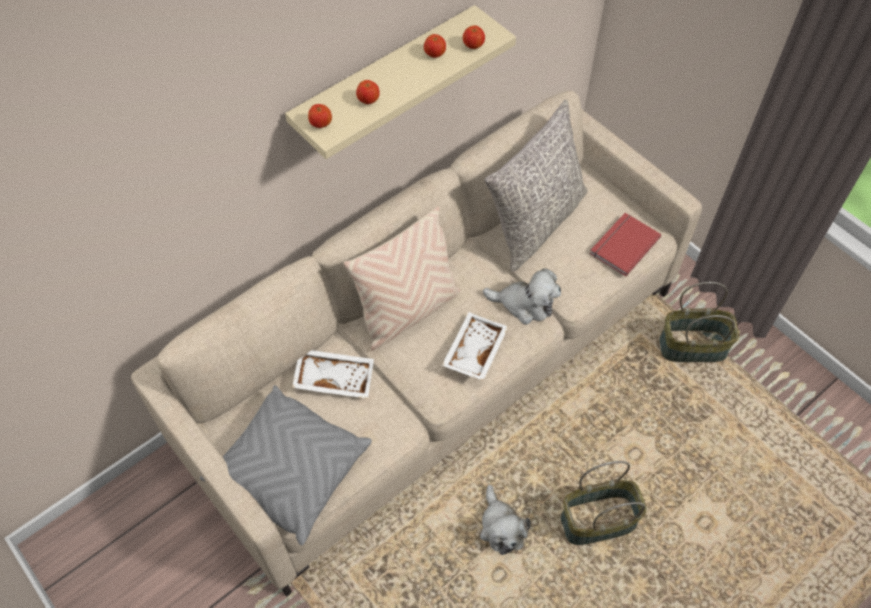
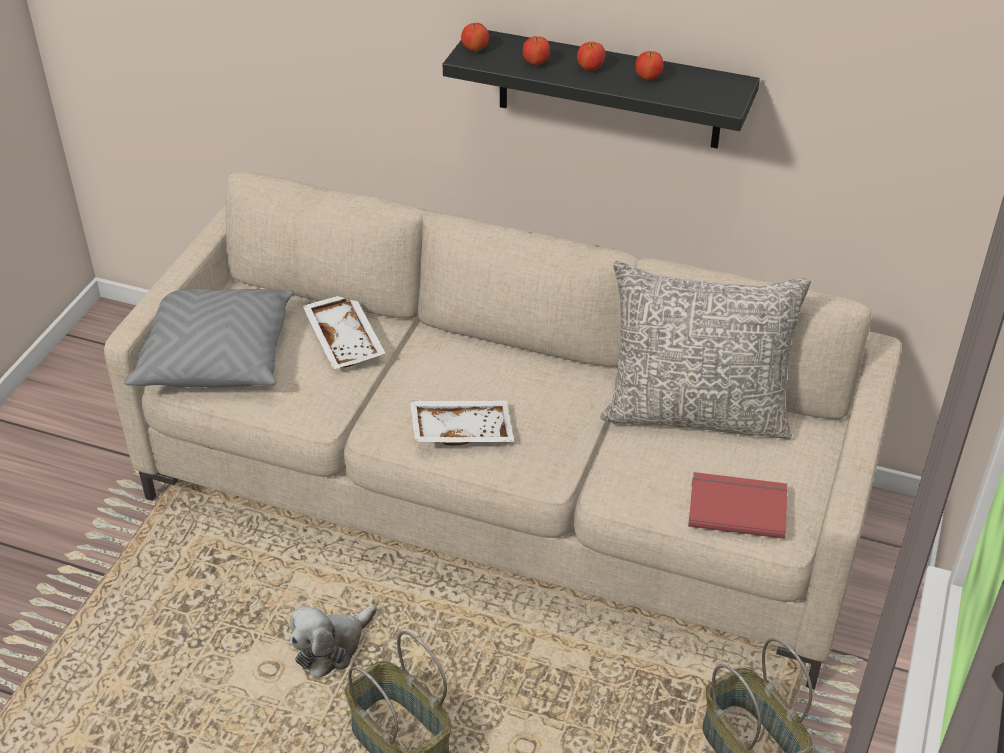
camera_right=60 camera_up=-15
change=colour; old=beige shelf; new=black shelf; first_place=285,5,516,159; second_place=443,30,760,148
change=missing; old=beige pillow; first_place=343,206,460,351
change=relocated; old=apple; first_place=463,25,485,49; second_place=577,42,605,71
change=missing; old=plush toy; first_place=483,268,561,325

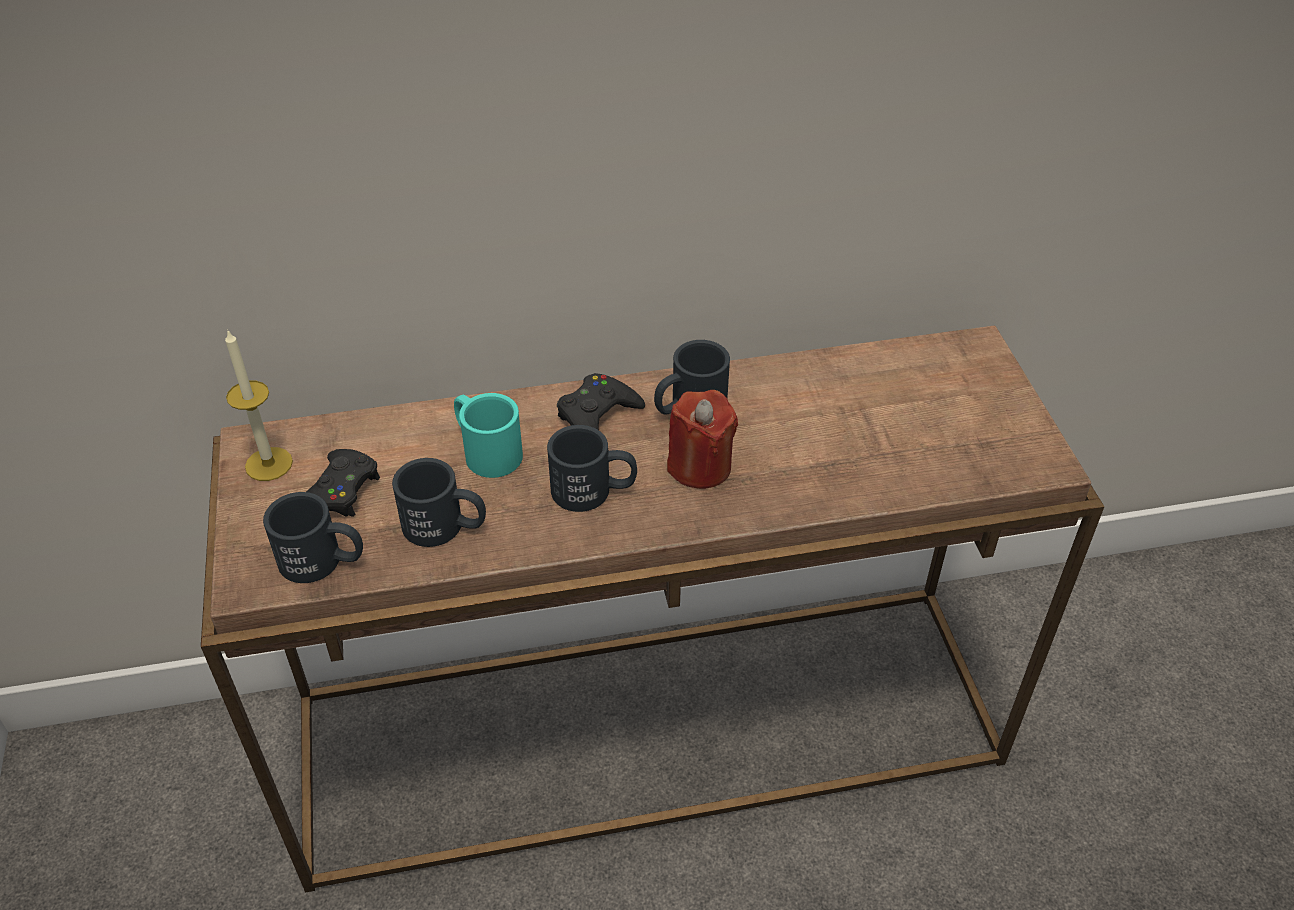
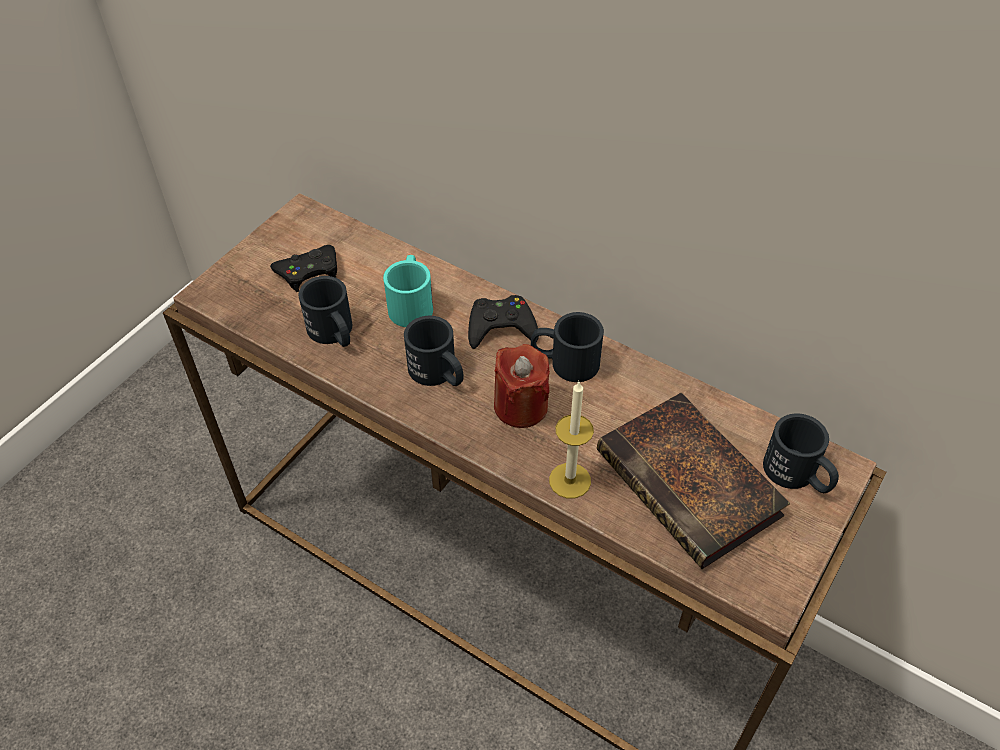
camera_right=45 camera_up=5
change=relocated; old=candle; first_place=225,329,293,481; second_place=549,382,594,498
change=relocated; old=black mug; first_place=263,492,363,583; second_place=763,414,839,493
change=appeared; new=book; second_place=597,392,790,569

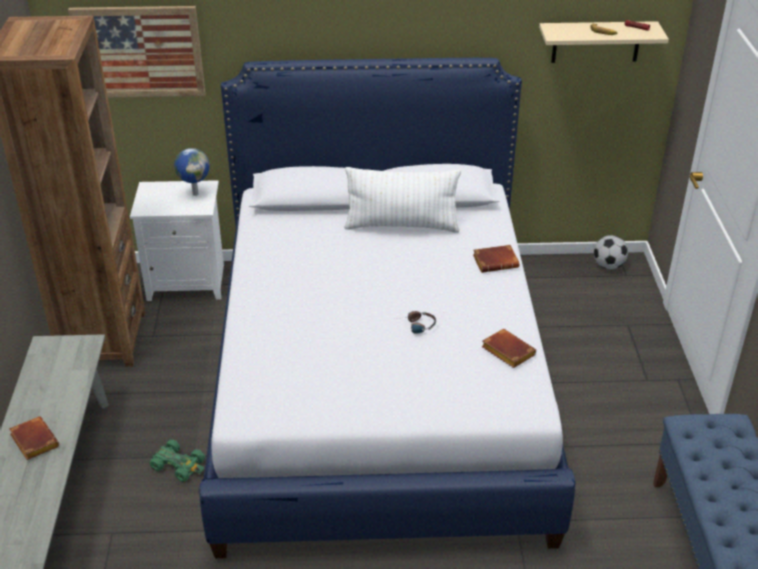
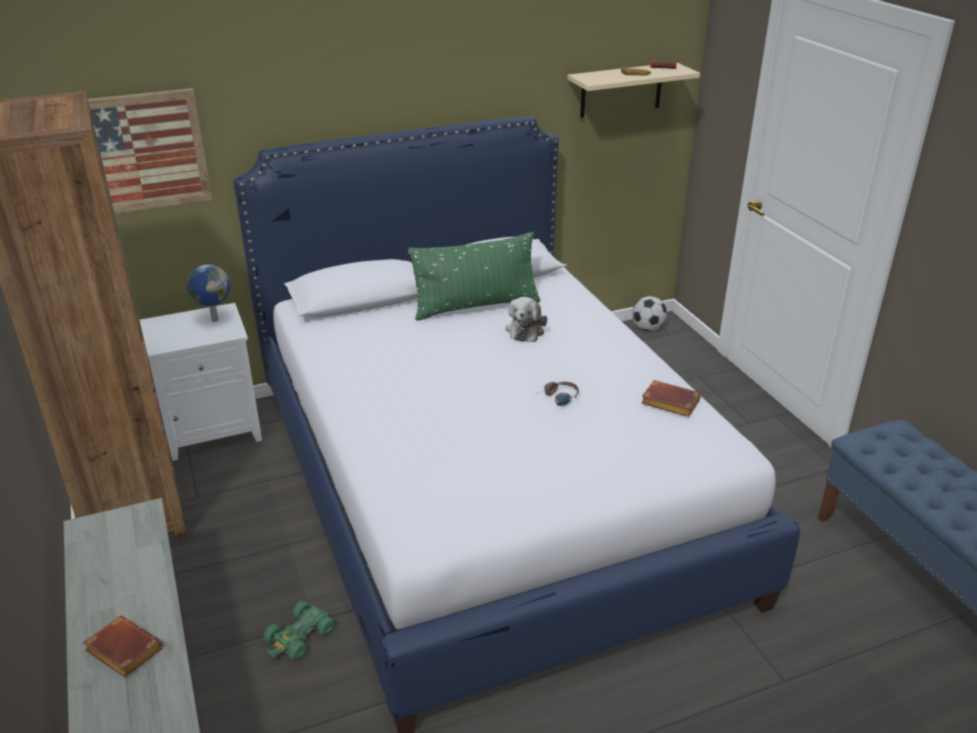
camera_right=-20 camera_up=-5
change=spun; old=green toy car; first_place=149,440,205,482; second_place=264,601,335,660; degrees=120
change=colour; old=white pillow; new=green pillow; first_place=344,167,461,233; second_place=408,232,540,321
change=missing; old=brown book; first_place=473,245,519,273
change=appeared; new=plush toy; second_place=506,297,547,342

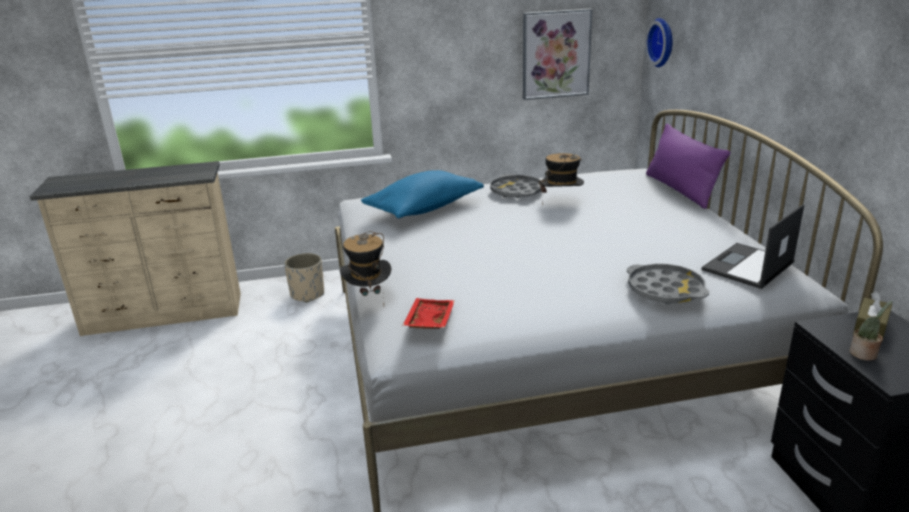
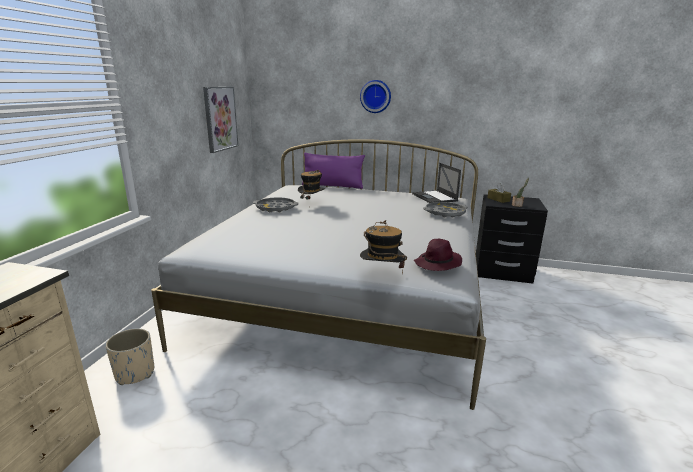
camera_right=-65 camera_up=-5
change=missing; old=blue pillow; first_place=361,170,484,218
change=exchanged; old=red tray; new=purple hat; first_place=403,298,455,329; second_place=414,239,462,271
change=relocated; old=wall clock; first_place=645,18,672,67; second_place=360,80,391,113

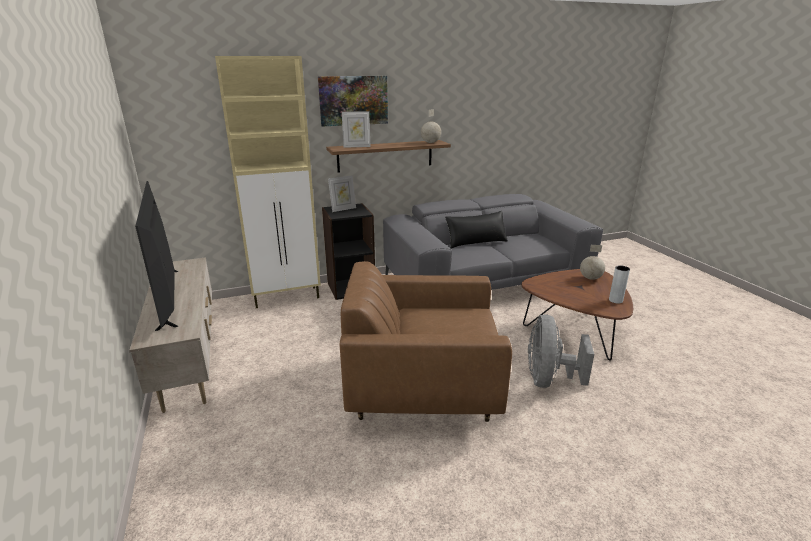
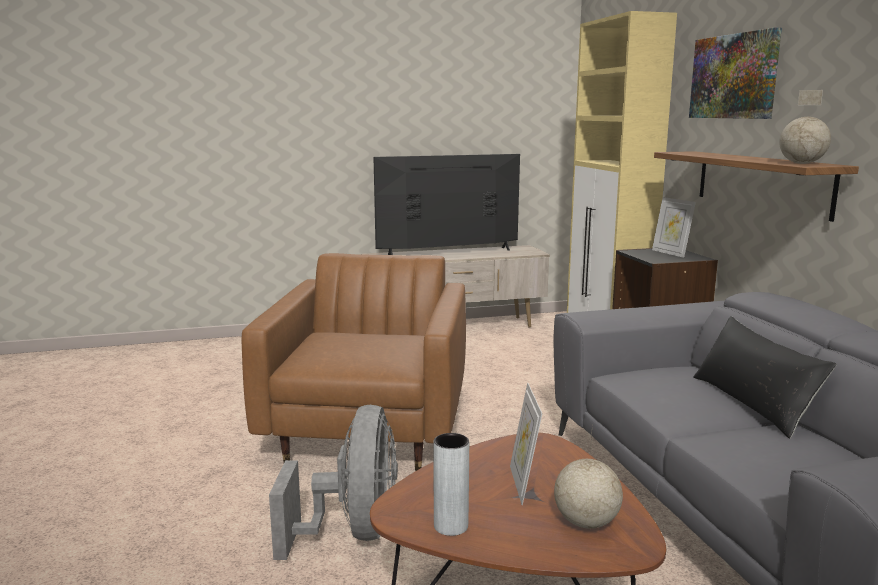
camera_right=95 camera_up=-10
change=relocated; old=picture frame; first_place=342,111,371,148; second_place=510,383,542,505
change=spun; old=grey fan; first_place=528,315,594,388; second_place=269,405,398,560; degrees=75

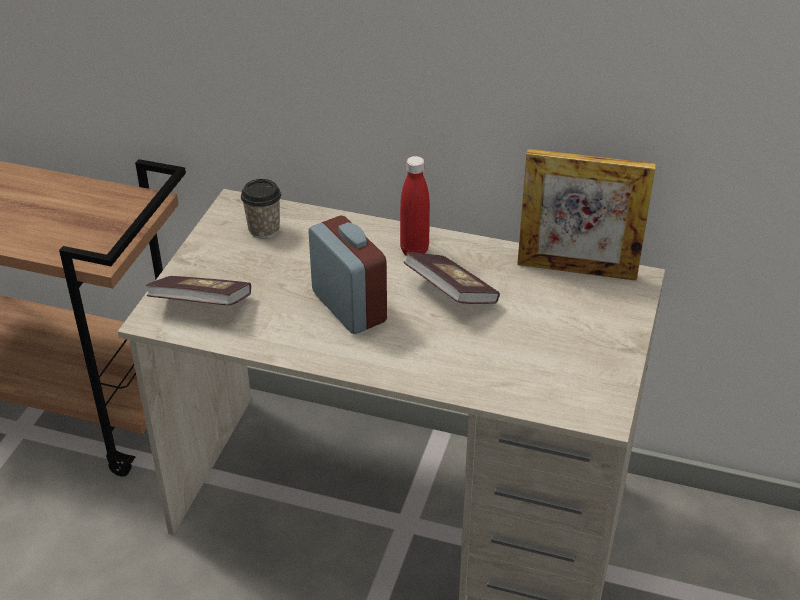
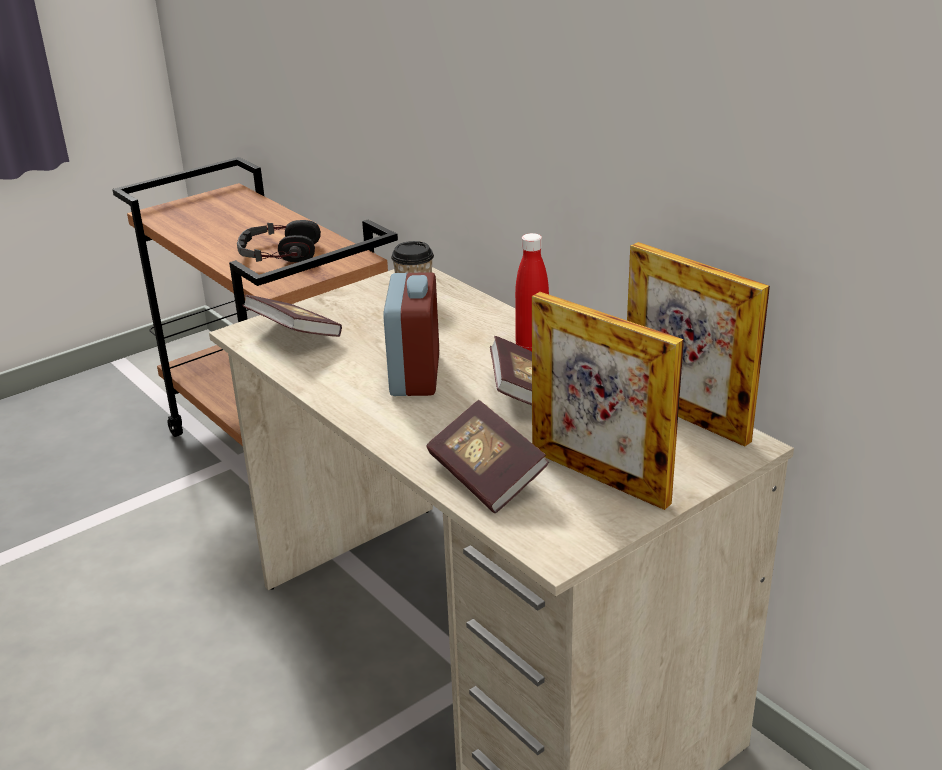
camera_right=35 camera_up=-10
change=appeared; new=headphones; second_place=237,220,321,262
change=appeared; new=book; second_place=427,400,549,513
change=appeared; new=picture frame; second_place=532,292,684,510

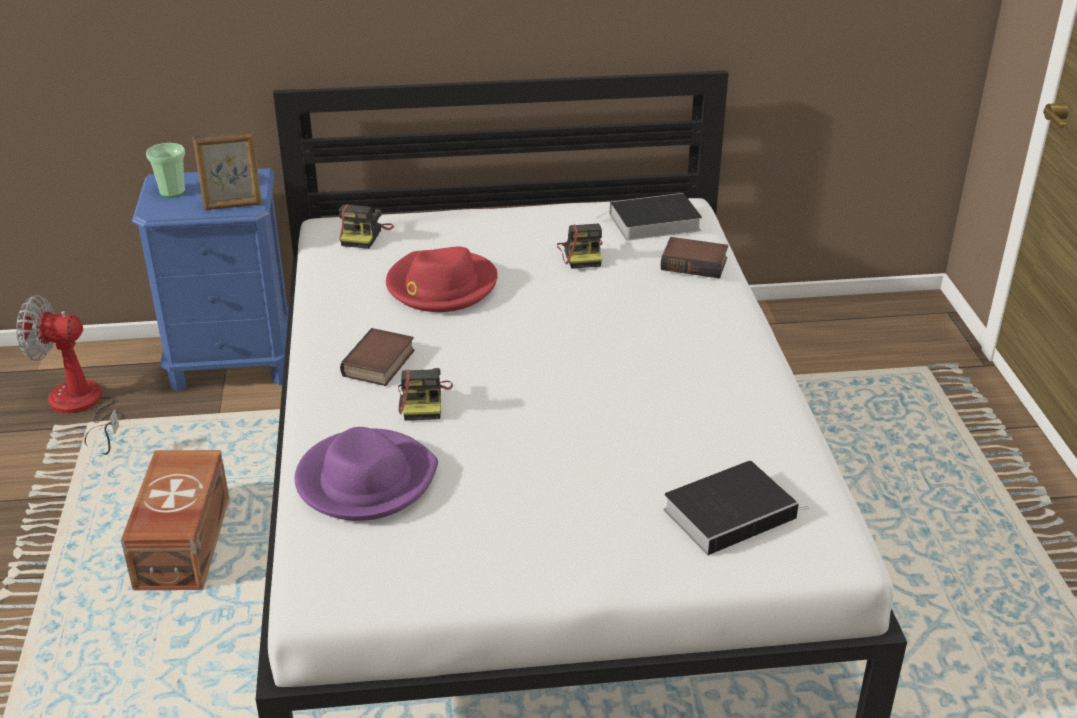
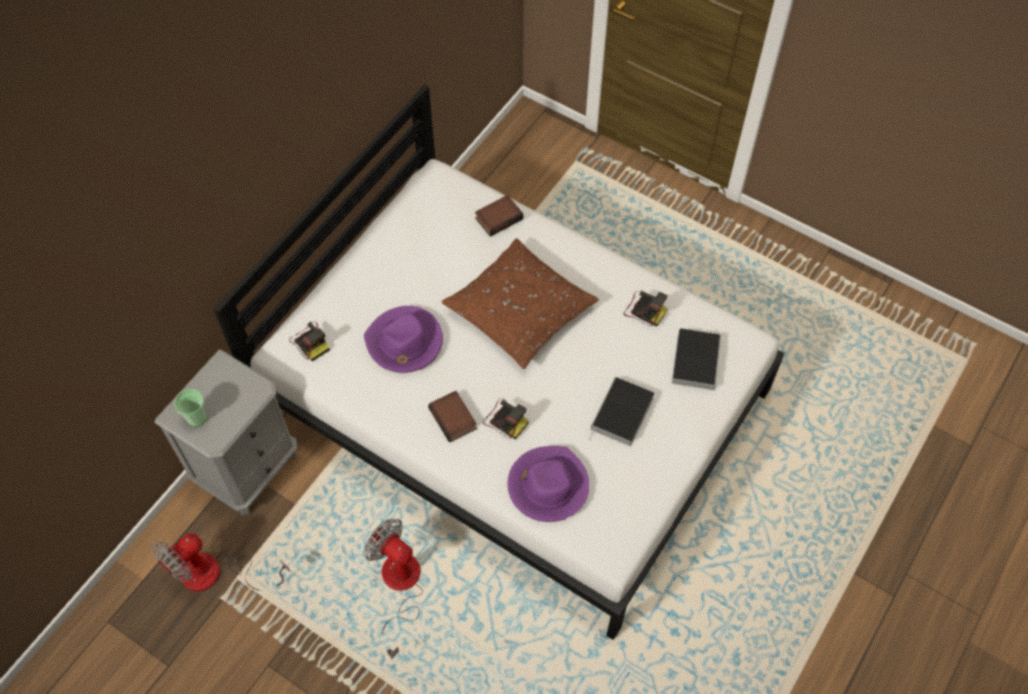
camera_right=-50 camera_up=25
change=exchanged; old=brown storage box; new=fan; first_place=121,450,229,590; second_place=364,518,423,659
change=colour; old=blue nightstand; new=grey nightstand; first_place=132,168,289,392; second_place=155,349,297,515
change=missing; old=picture frame; first_place=193,131,262,210
change=colour; old=red hat; new=purple hat; first_place=386,247,498,312; second_place=364,306,443,373
change=relocated; old=photo camera; first_place=557,224,603,269; second_place=624,291,668,327
change=relocated; old=book; first_place=596,193,702,241; second_place=589,377,654,446
change=appeared; new=brown pillow; second_place=442,238,599,369

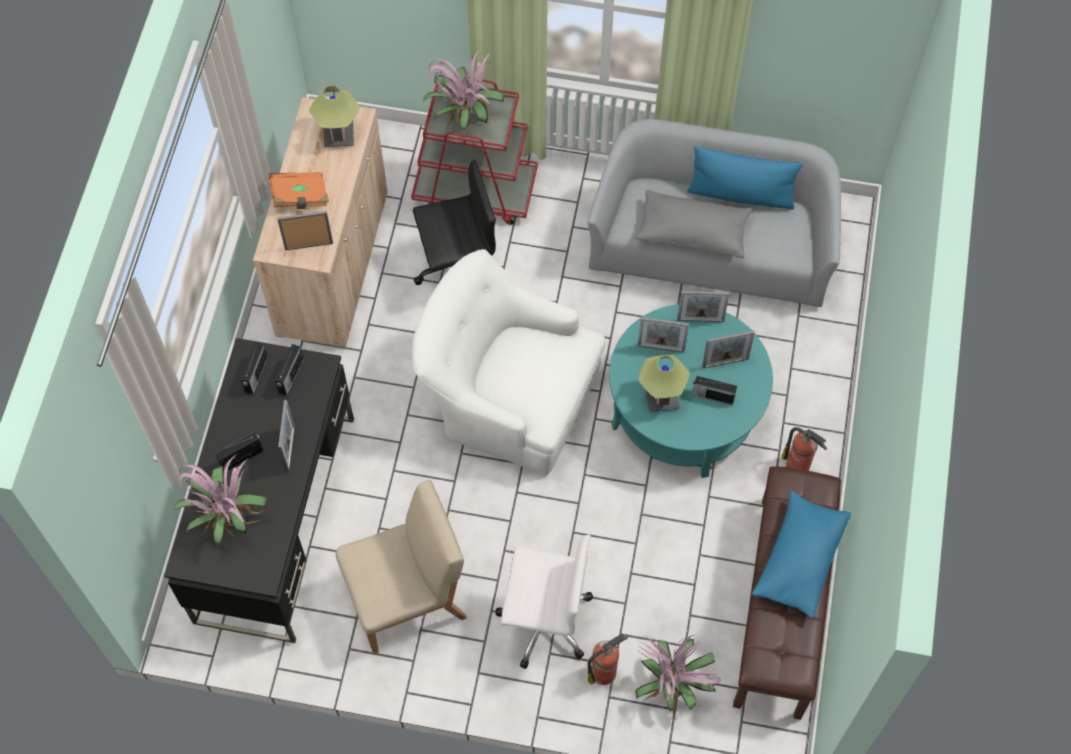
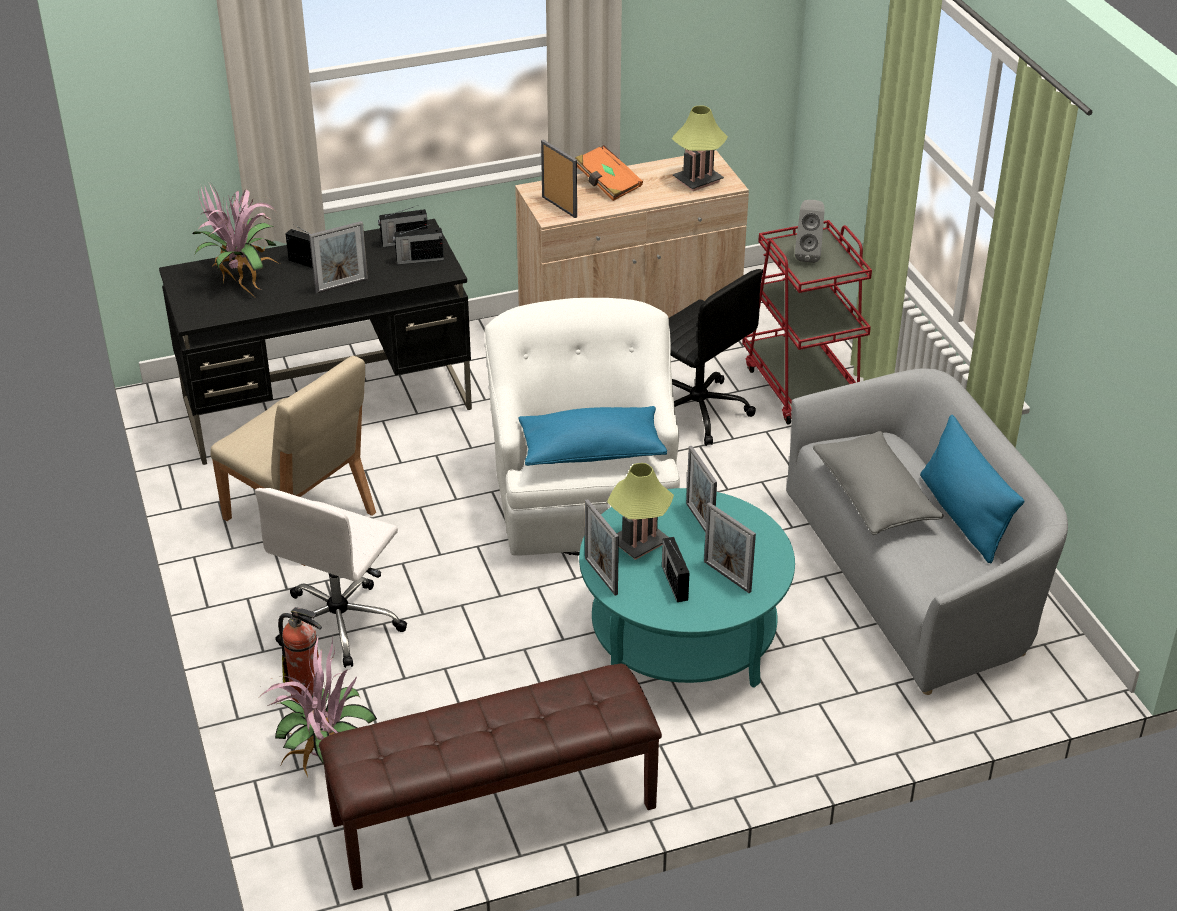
camera_right=60 camera_up=-25
change=exchanged; old=potted plant; new=grey speaker; first_place=423,48,505,131; second_place=795,200,825,263
change=spun; old=white office chair; first_place=495,534,593,669; second_place=255,488,407,668; degrees=45
change=relocated; old=picture frame; first_place=677,291,729,322; second_place=585,499,619,596
change=relocated; old=blue pillow; first_place=752,491,851,619; second_place=518,406,667,466
change=missing; old=fire extinguisher; first_place=781,427,827,471

